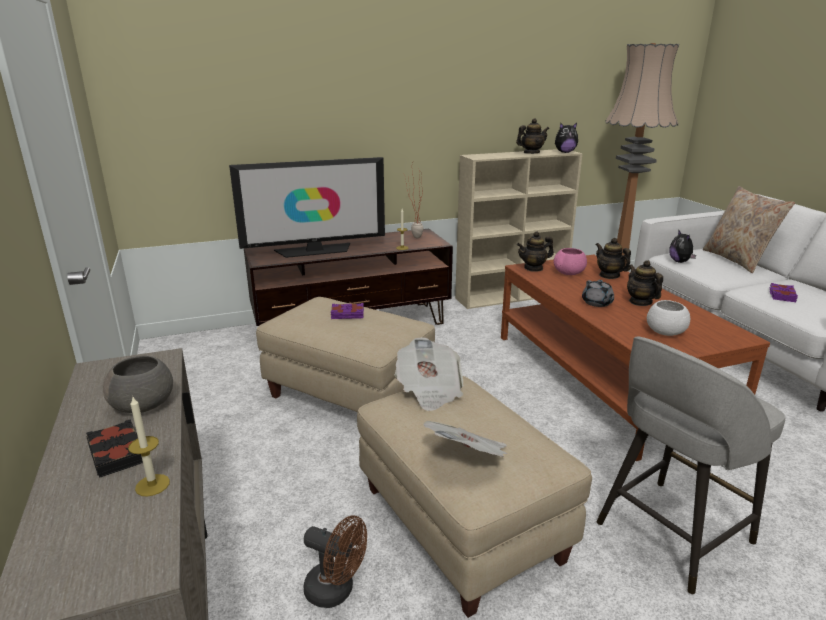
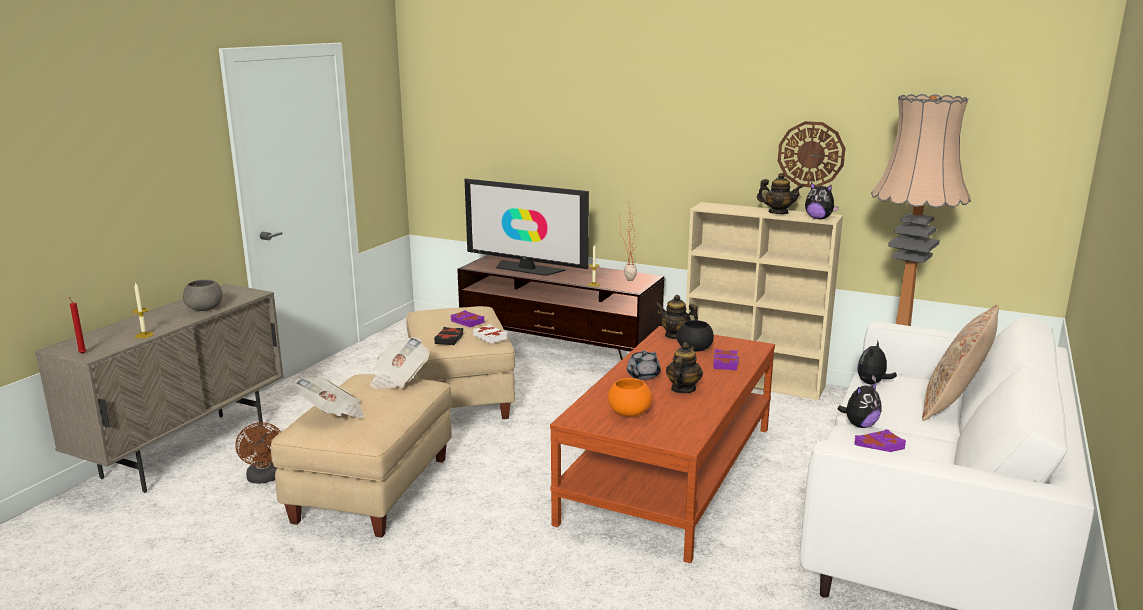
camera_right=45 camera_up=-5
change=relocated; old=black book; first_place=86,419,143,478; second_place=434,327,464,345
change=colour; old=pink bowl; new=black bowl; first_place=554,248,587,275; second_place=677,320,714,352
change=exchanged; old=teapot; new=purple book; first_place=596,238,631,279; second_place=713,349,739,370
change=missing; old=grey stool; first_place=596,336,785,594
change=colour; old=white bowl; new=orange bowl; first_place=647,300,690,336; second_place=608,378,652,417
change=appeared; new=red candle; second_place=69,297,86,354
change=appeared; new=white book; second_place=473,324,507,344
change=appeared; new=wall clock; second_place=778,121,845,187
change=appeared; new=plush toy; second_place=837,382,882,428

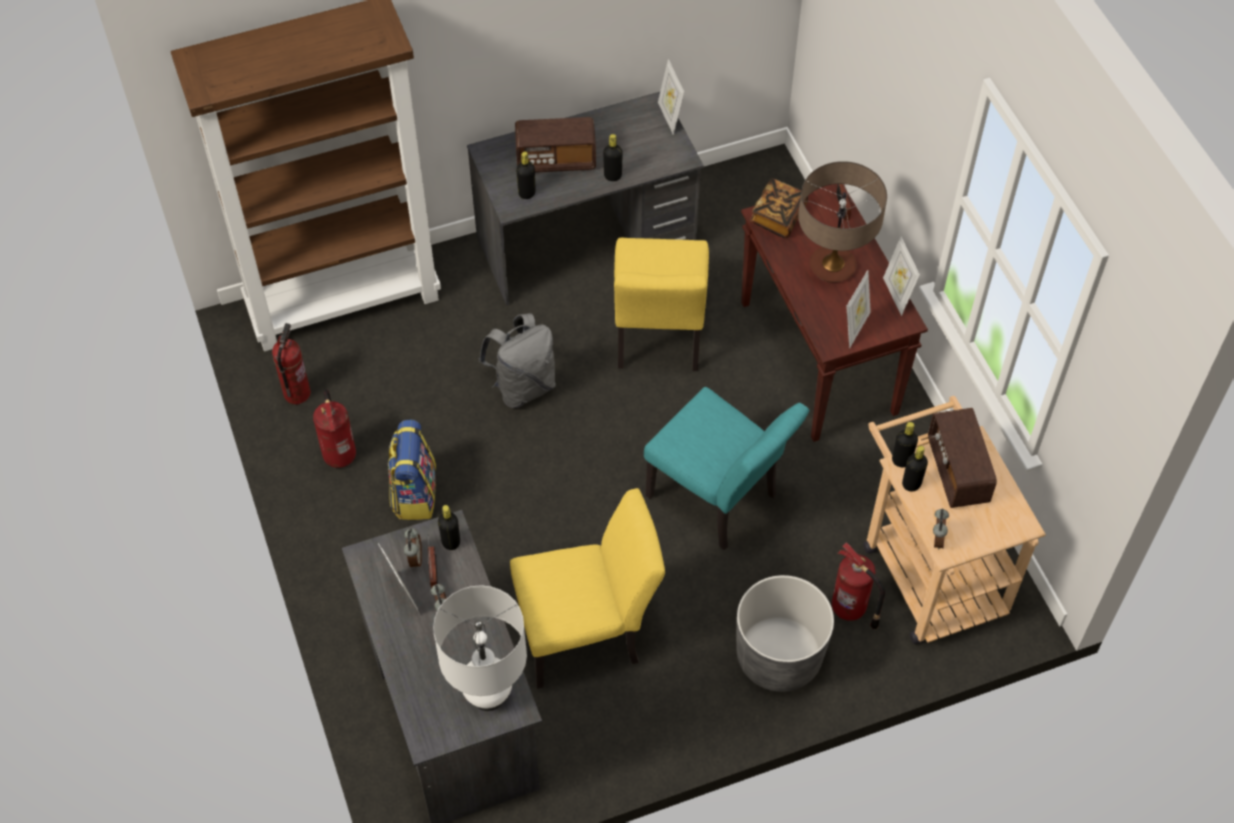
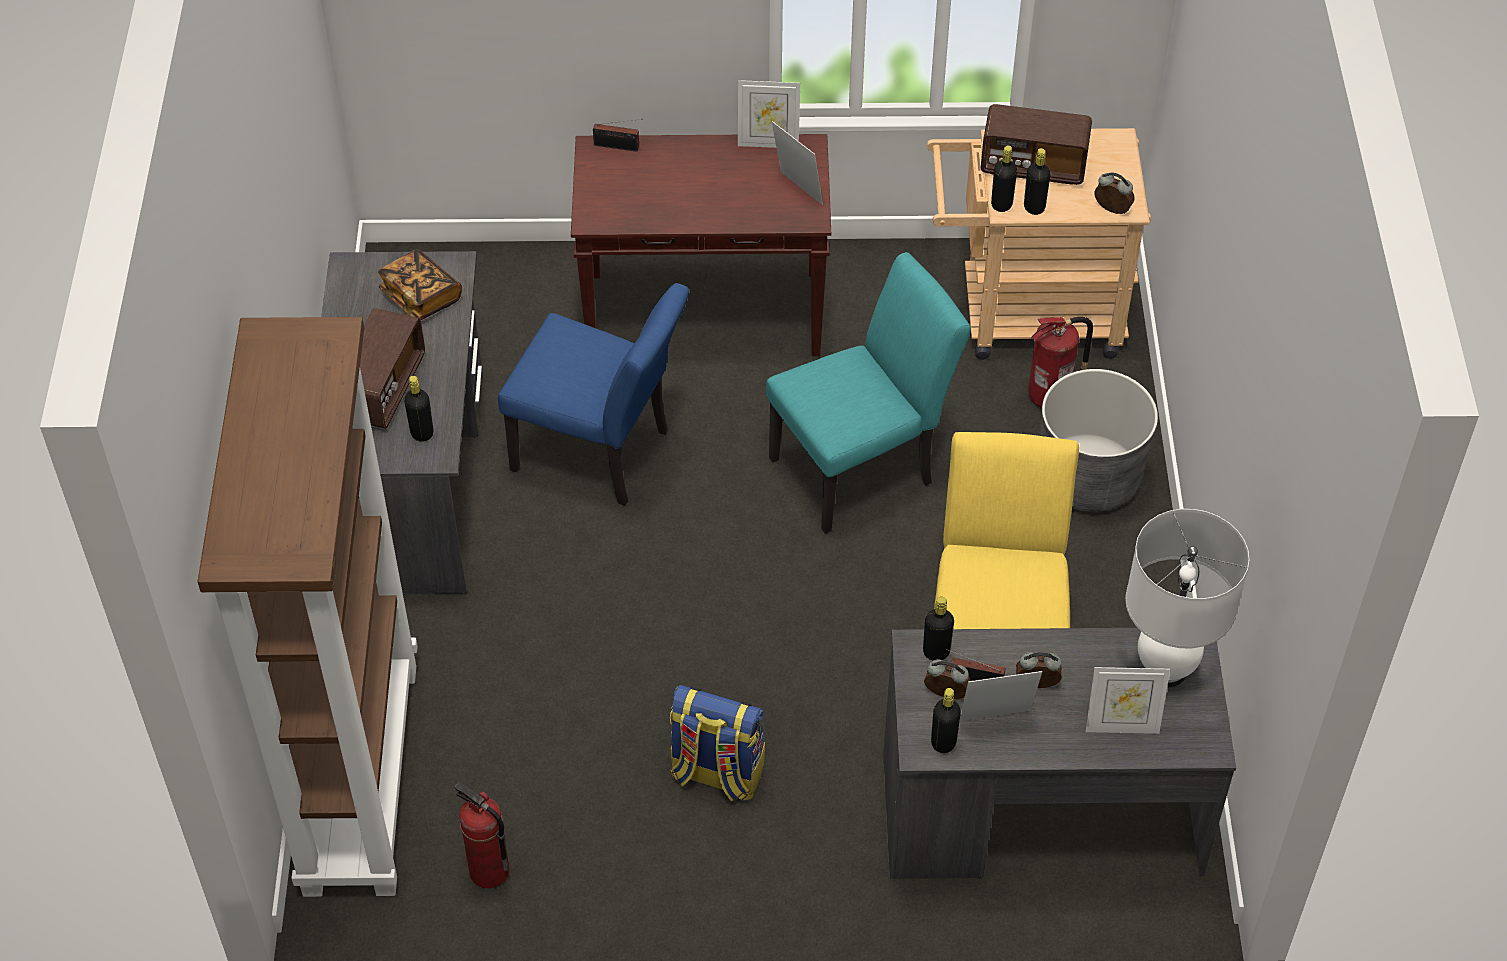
camera_right=-70 camera_up=-5
change=missing; old=fire extinguisher; first_place=313,389,356,468
change=missing; old=grey backpack; first_place=478,313,556,408
change=relocated; old=black bottle; first_place=603,134,623,181; second_place=931,688,961,753
change=colour; old=yellow chair; new=blue chair; first_place=614,238,709,371; second_place=498,283,689,506
change=relocated; old=picture frame; first_place=658,59,684,135; second_place=1086,667,1170,734
change=relocated; old=book; first_place=750,178,808,238; second_place=378,250,462,320
change=missing; old=table lamp; first_place=798,161,887,283

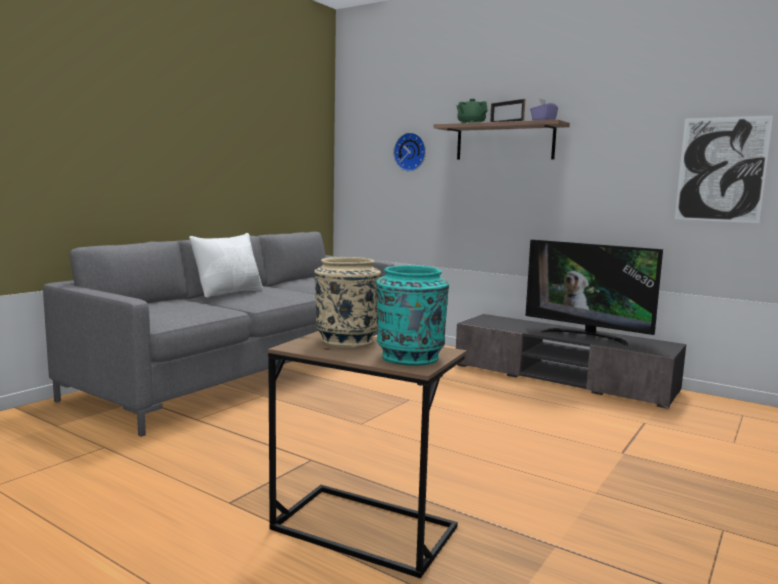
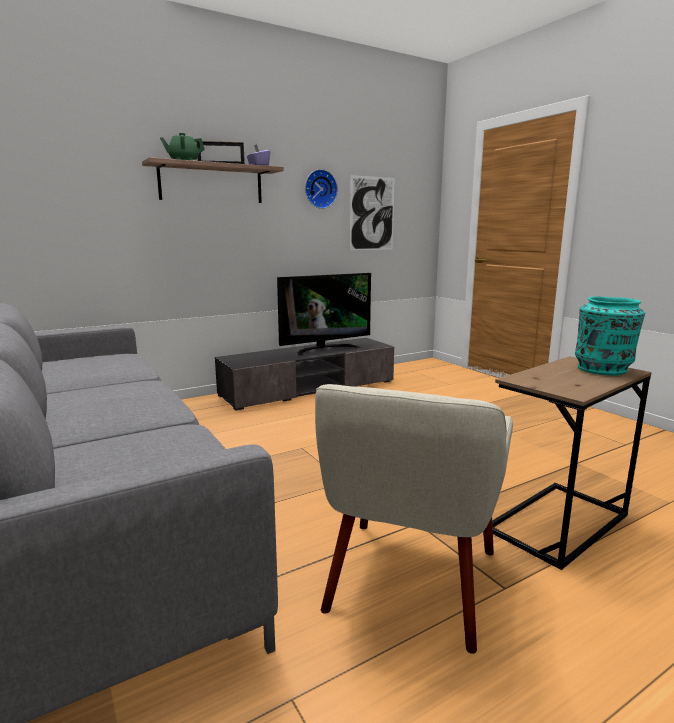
camera_right=-65 camera_up=5
change=missing; old=white pillow; first_place=189,233,263,298
change=missing; old=beige vase; first_place=314,257,381,348
change=relocated; old=wall clock; first_place=393,132,426,171; second_place=305,169,338,209
change=appeared; new=beige armchair; second_place=315,384,513,654

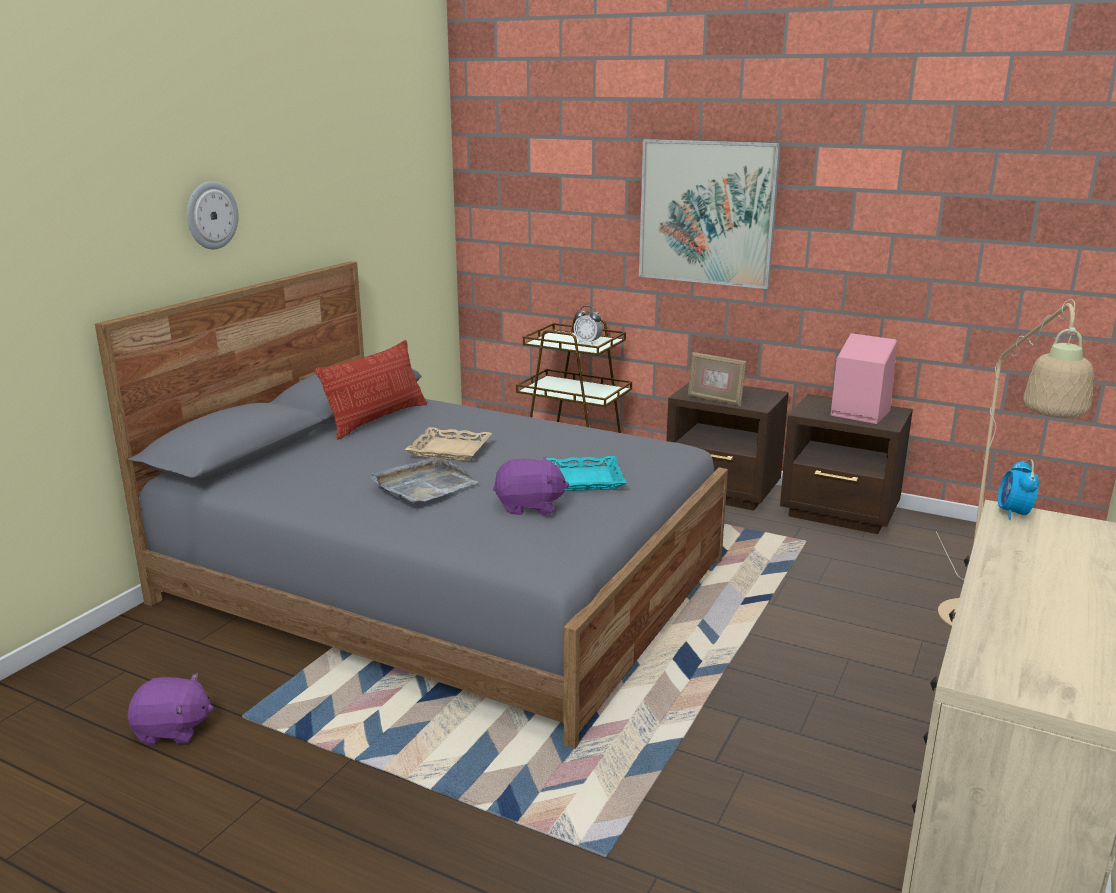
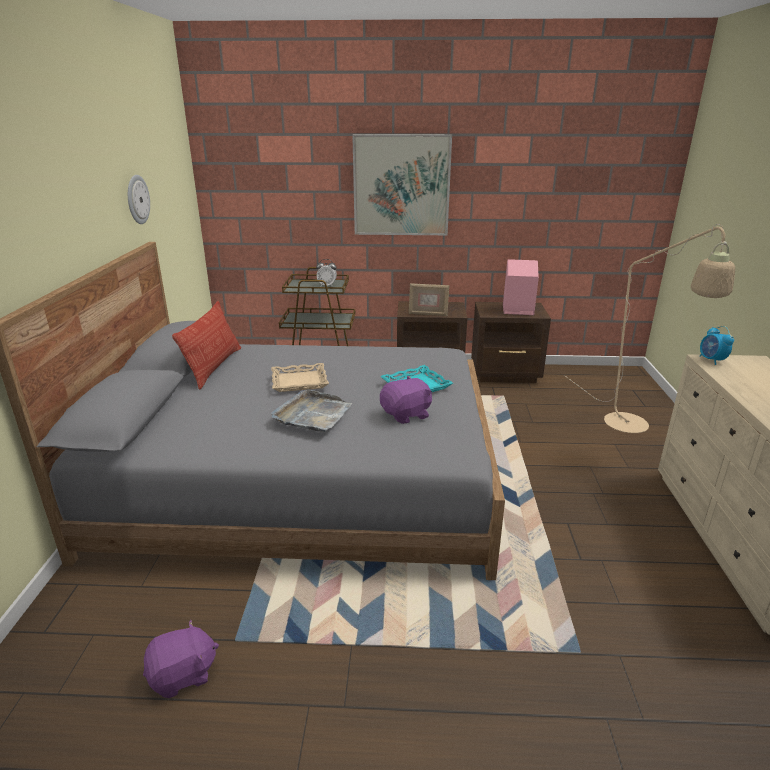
camera_right=-25 camera_up=5
change=relocated; old=wall clock; first_place=187,181,239,249; second_place=128,175,150,224

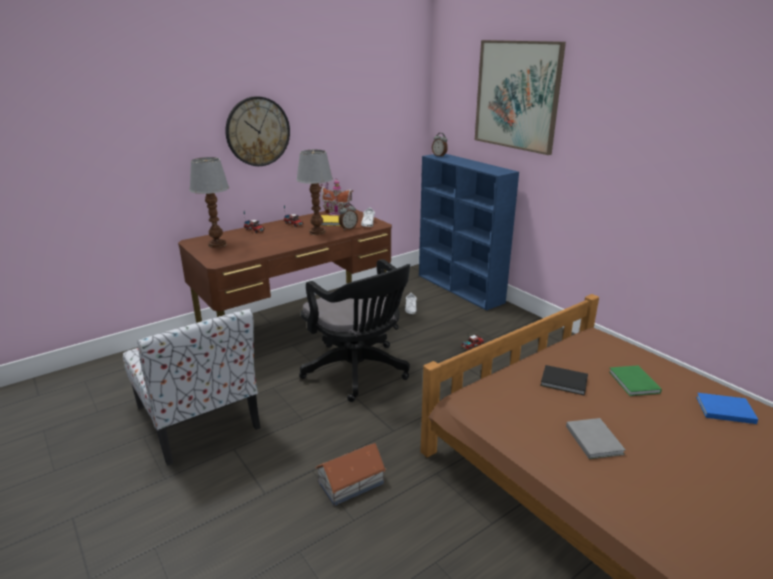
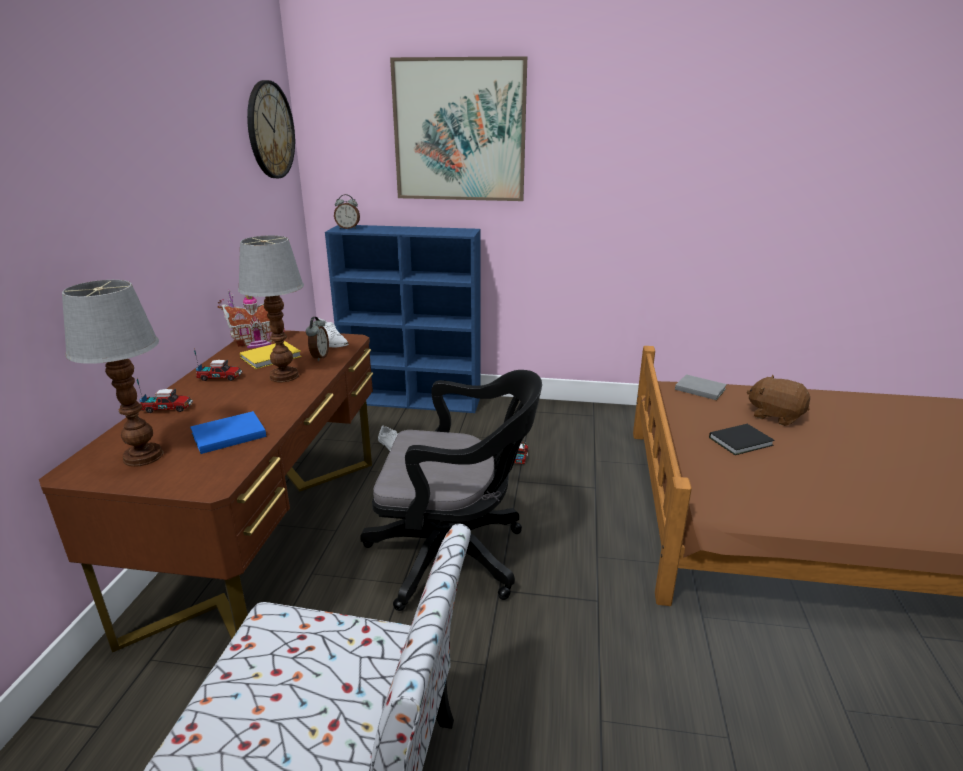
camera_right=-45 camera_up=0
change=relocated; old=wall clock; first_place=226,96,290,166; second_place=247,80,295,178
change=missing; old=toy house; first_place=315,443,386,506
change=relocated; old=grey book; first_place=566,418,626,459; second_place=675,374,727,400
change=exchanged; old=green book; new=brown plush toy; first_place=609,365,662,396; second_place=747,375,810,426
change=relocated; old=blue book; first_place=696,393,758,424; second_place=190,411,267,454

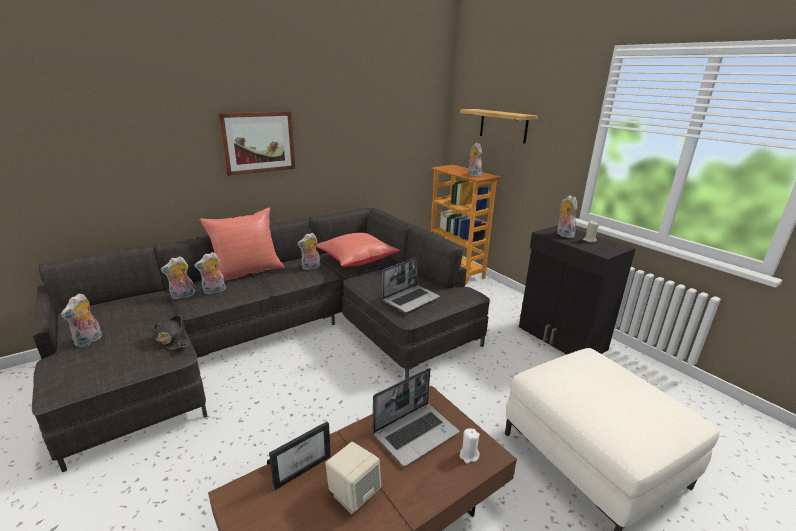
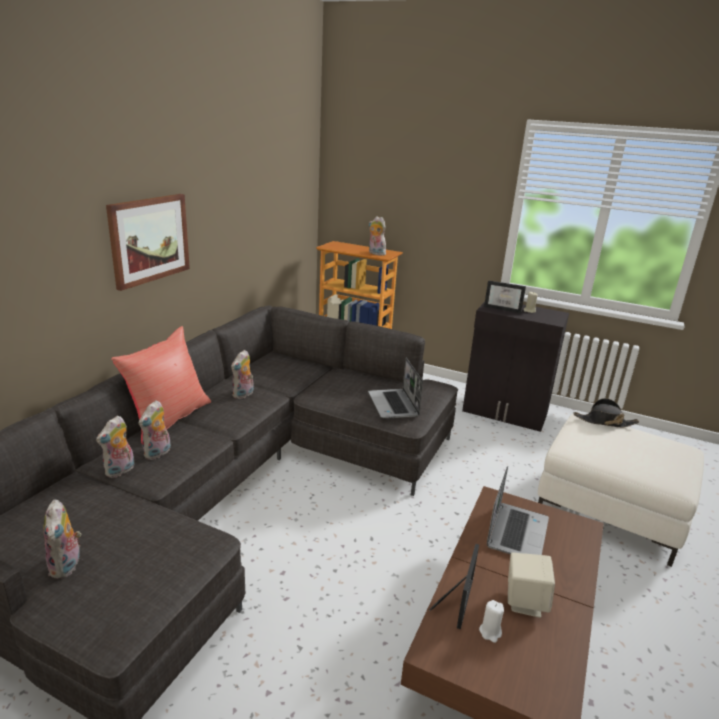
camera_right=-30 camera_up=0
change=relocated; old=black hat; first_place=153,315,189,349; second_place=573,398,639,428
change=missing; old=red pillow; first_place=316,233,399,267
change=spun; old=laptop; first_place=382,257,440,313; second_place=368,358,423,419; degrees=150
change=missing; old=shelf; first_place=460,109,538,144
change=relocated; old=white candle; first_place=460,428,480,464; second_place=479,600,504,643
change=exchanged; old=plush toy; new=picture frame; first_place=557,195,578,238; second_place=484,280,526,313

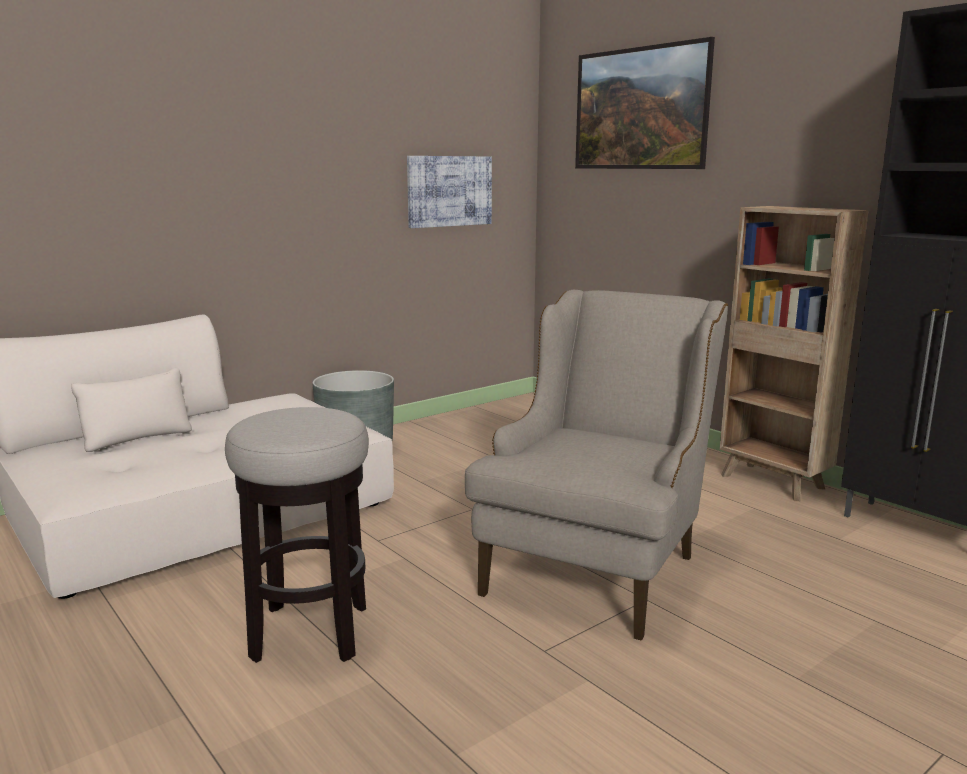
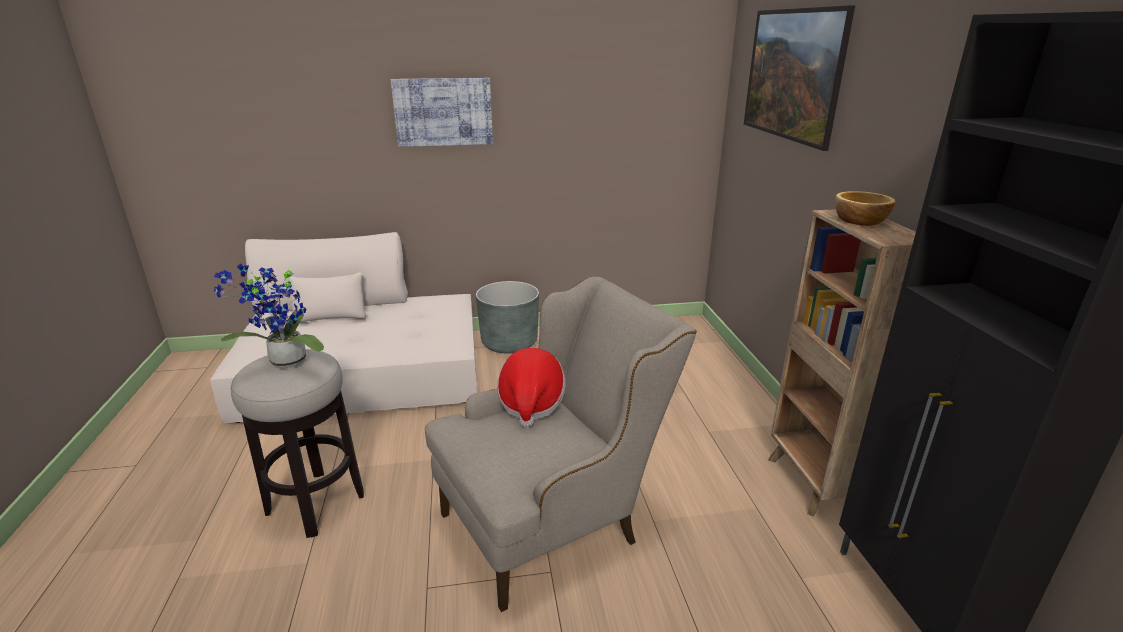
camera_right=30 camera_up=10
change=relocated; old=picture; first_place=407,156,492,228; second_place=391,78,493,147
change=appeared; new=potted plant; second_place=214,264,324,369
change=appeared; new=hat; second_place=497,348,566,427
change=appeared; new=bowl; second_place=835,191,896,226

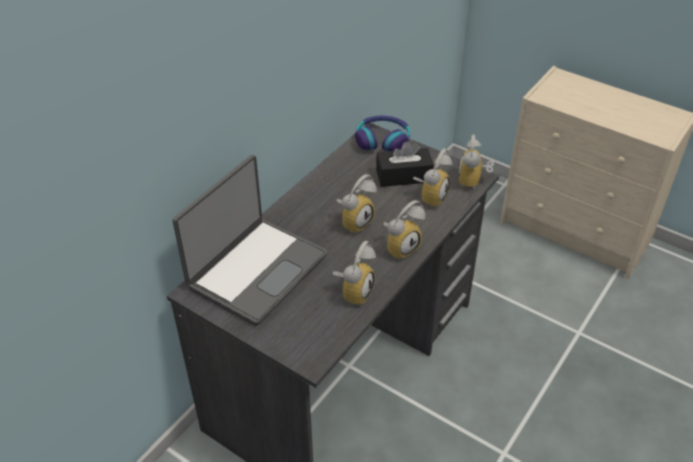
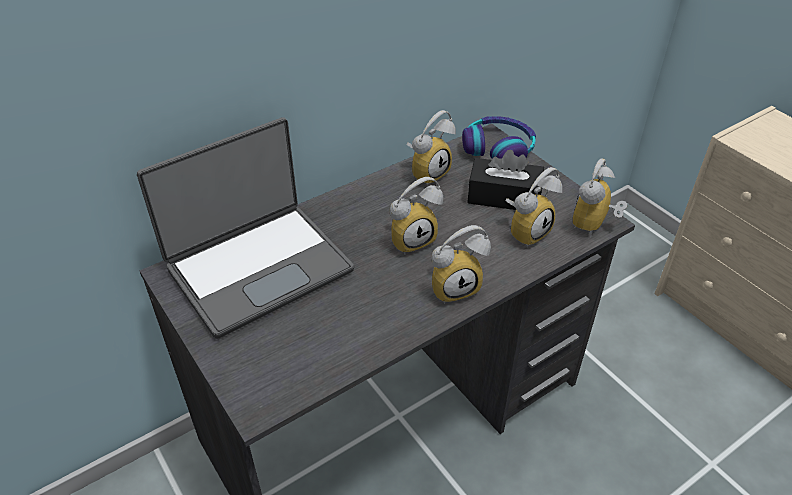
camera_right=20 camera_up=0
change=relocated; old=alarm clock; first_place=332,241,376,306; second_place=406,110,456,186

